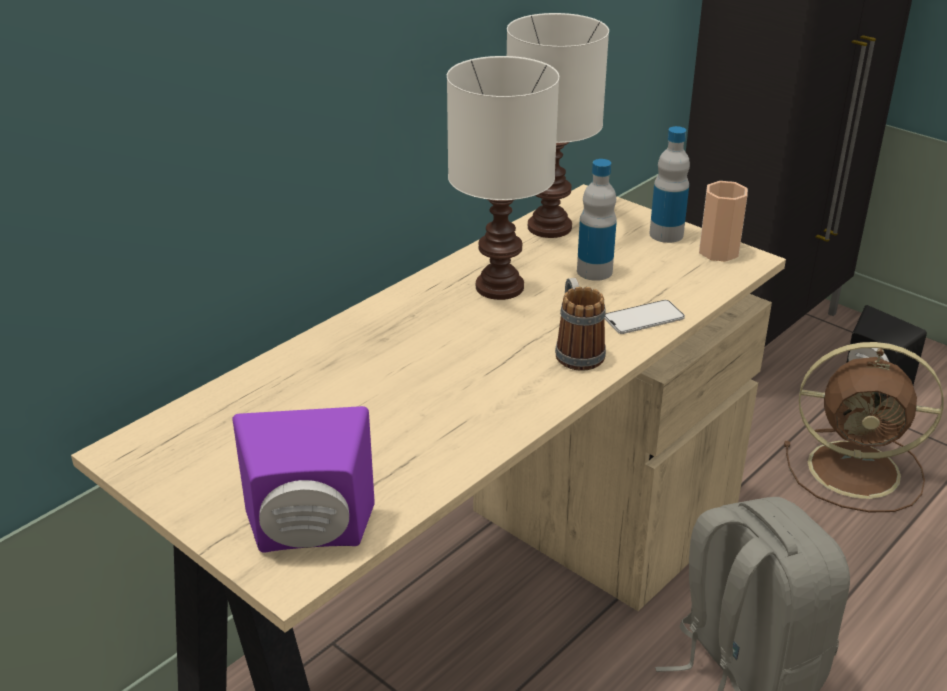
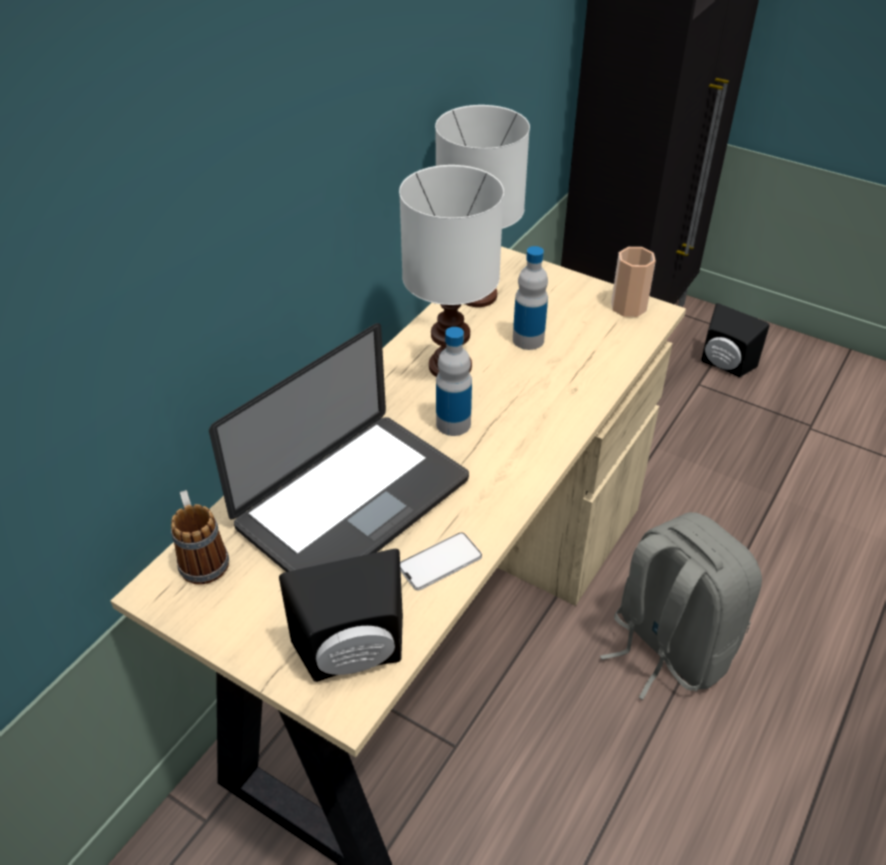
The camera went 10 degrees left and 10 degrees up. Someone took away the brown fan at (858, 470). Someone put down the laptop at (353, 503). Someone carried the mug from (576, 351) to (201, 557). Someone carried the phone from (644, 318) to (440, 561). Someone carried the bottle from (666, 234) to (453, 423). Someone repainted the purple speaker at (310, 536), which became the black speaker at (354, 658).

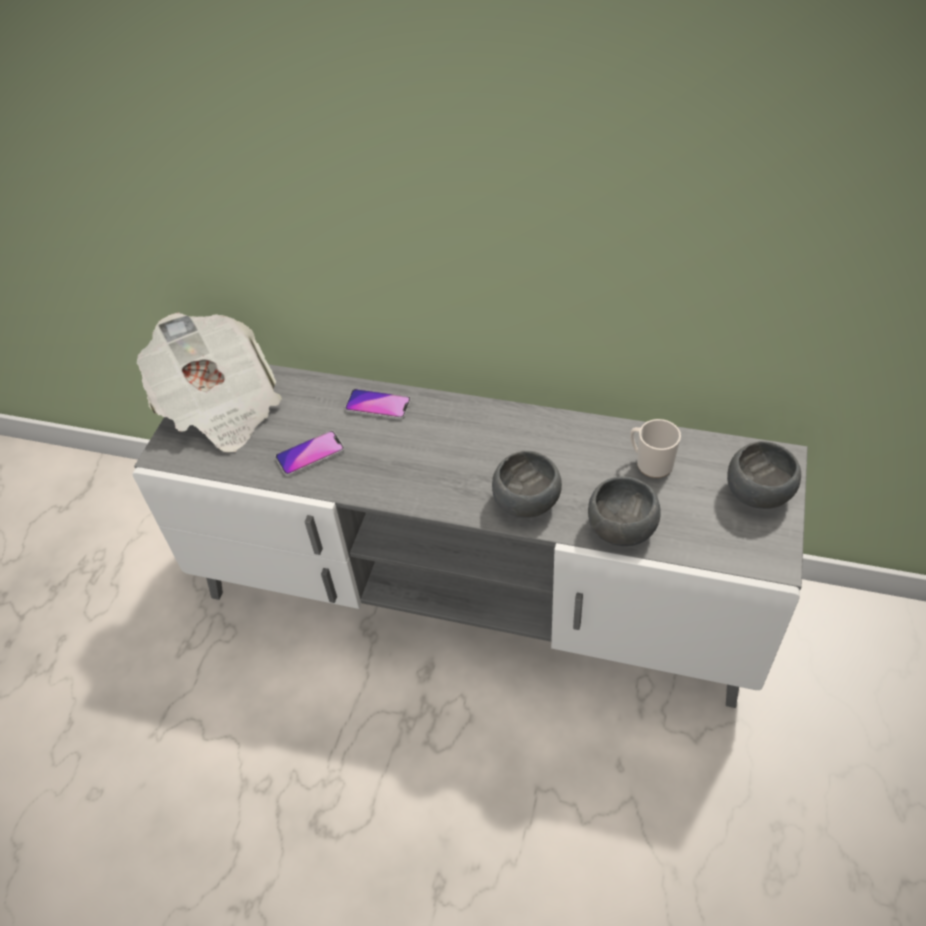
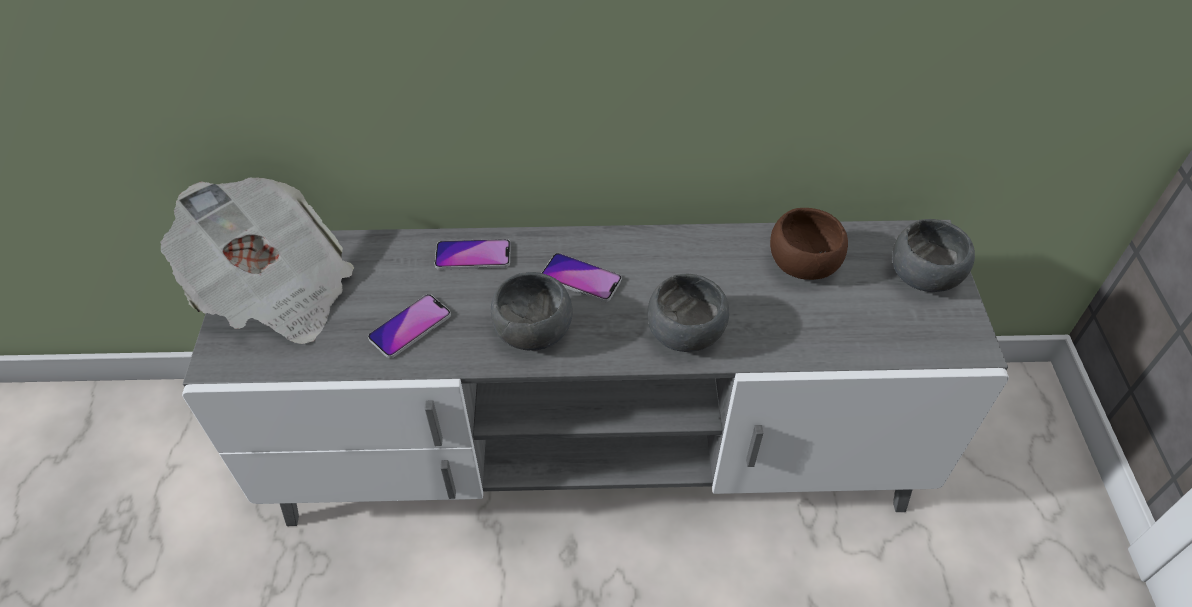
The camera went 20 degrees left and 0 degrees up. Someone put down the phone at (581, 278). Someone carried the grey bowl from (620, 527) to (531, 330). Someone swapped the mug at (650, 463) for the brown bowl at (801, 265).

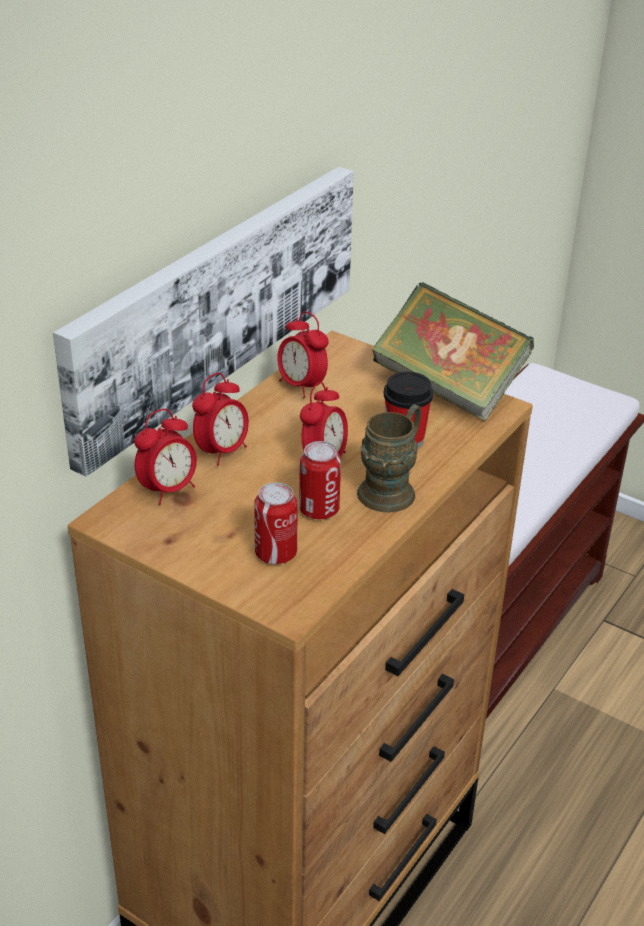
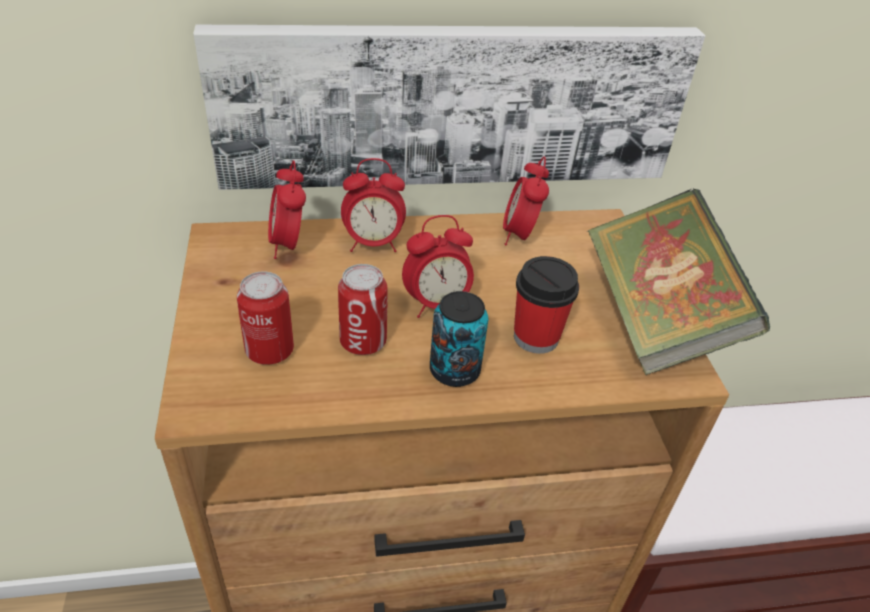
The camera went 45 degrees right and 5 degrees up. Someone swapped the brown mug at (392, 488) for the can at (454, 371). Someone rotated the alarm clock at (168, 490) by 75 degrees clockwise.

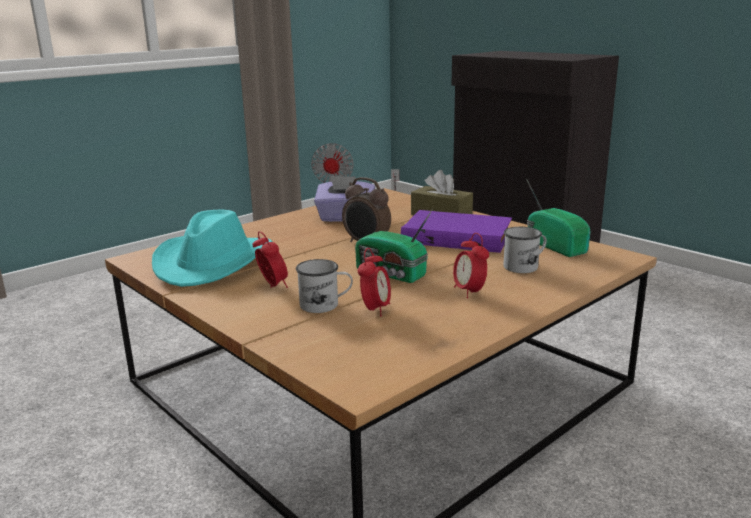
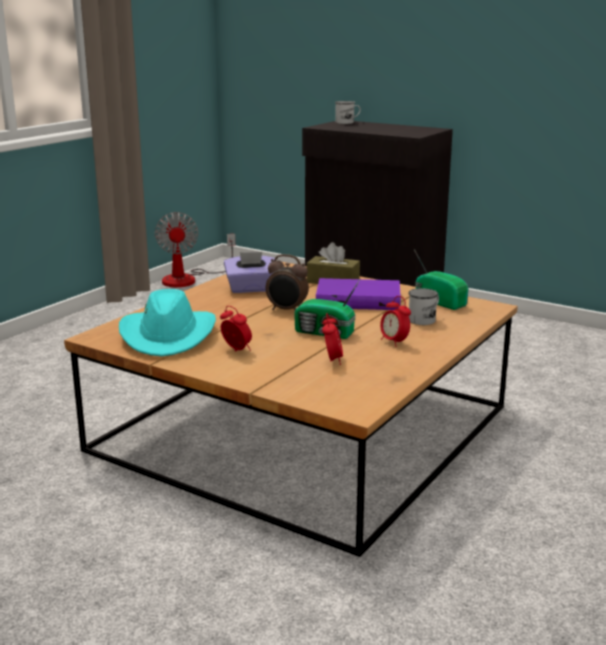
The camera went 15 degrees left and 0 degrees up. Someone carried the white mug from (325, 305) to (347, 122).

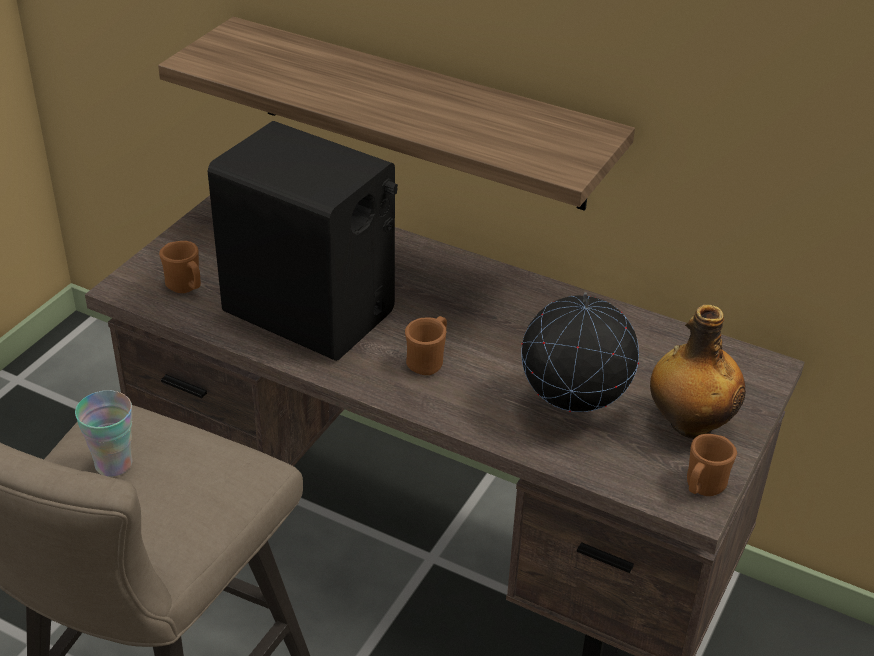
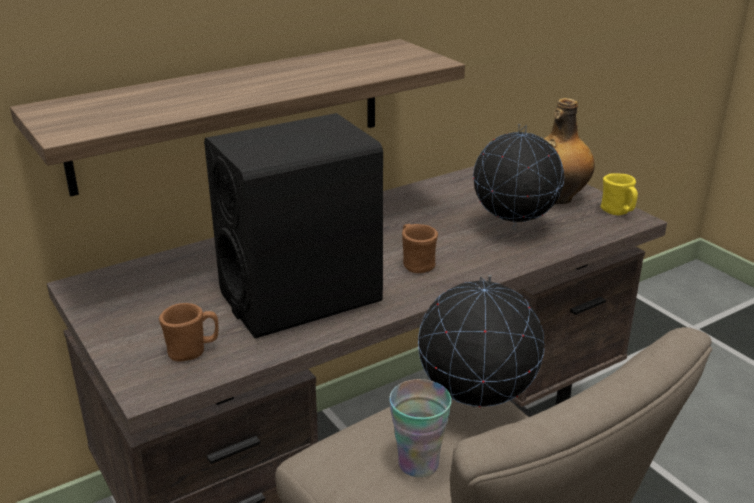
The camera went 60 degrees left and 10 degrees down. Someone put down the globe at (476, 406). Someone repainted the brown mug at (702, 487), which became the yellow mug at (618, 212).

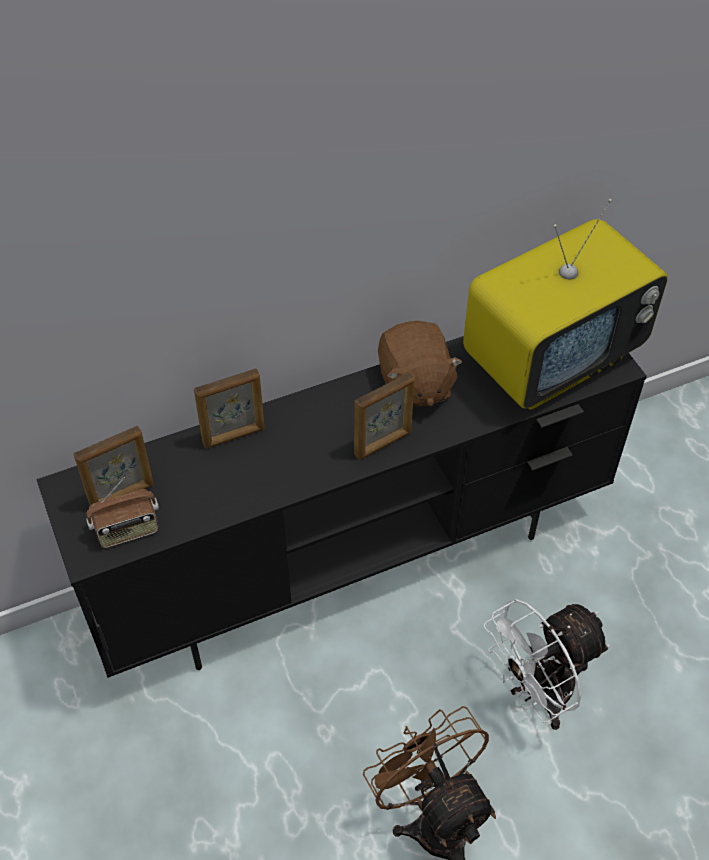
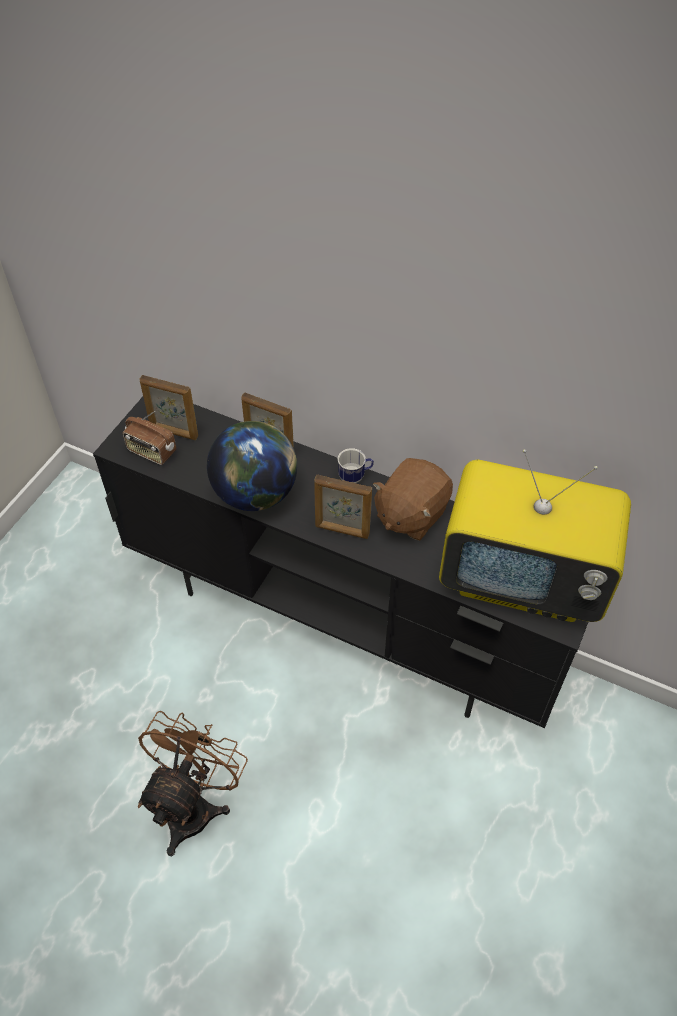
The camera went 50 degrees right and 0 degrees up. Someone took away the white fan at (537, 693). Someone put down the globe at (256, 493). Someone put down the mug at (355, 477).

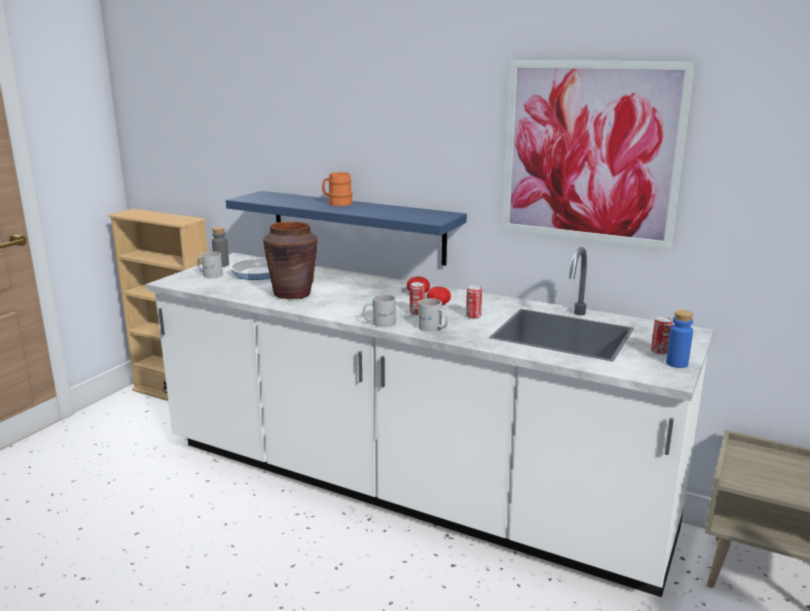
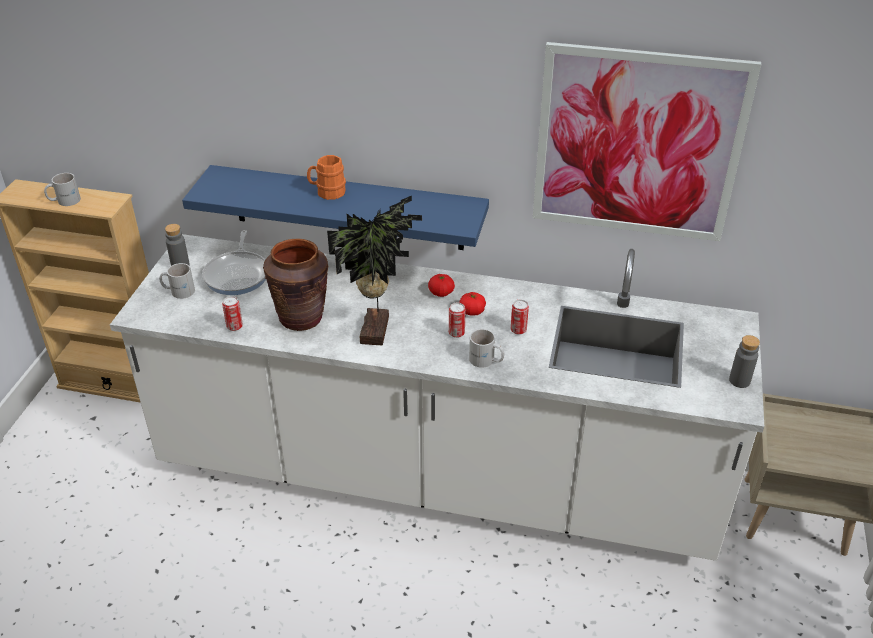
The camera went 15 degrees left and 20 degrees up. Someone put down the potted plant at (378, 330). Someone carried the white mug from (379, 322) to (64, 200). Someone carried the can from (659, 351) to (234, 326). Someone repainted the blue bottle at (676, 363), which became the grey bottle at (739, 381).

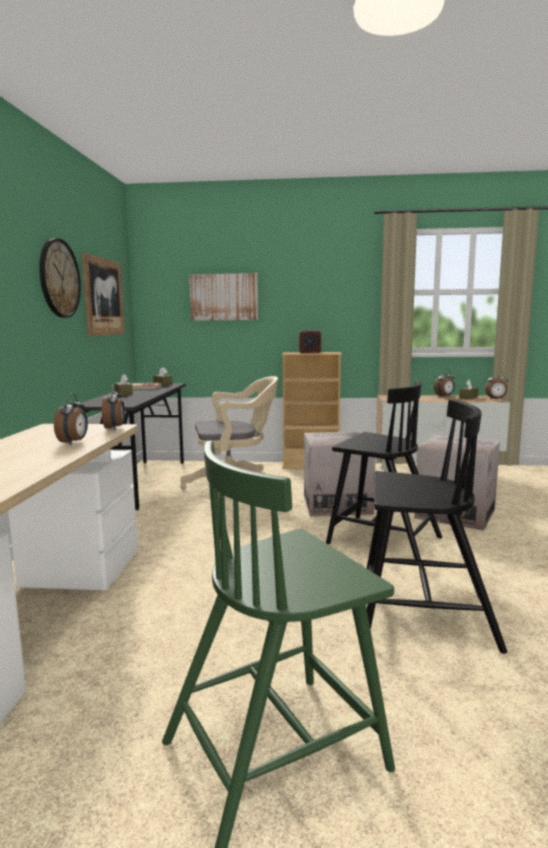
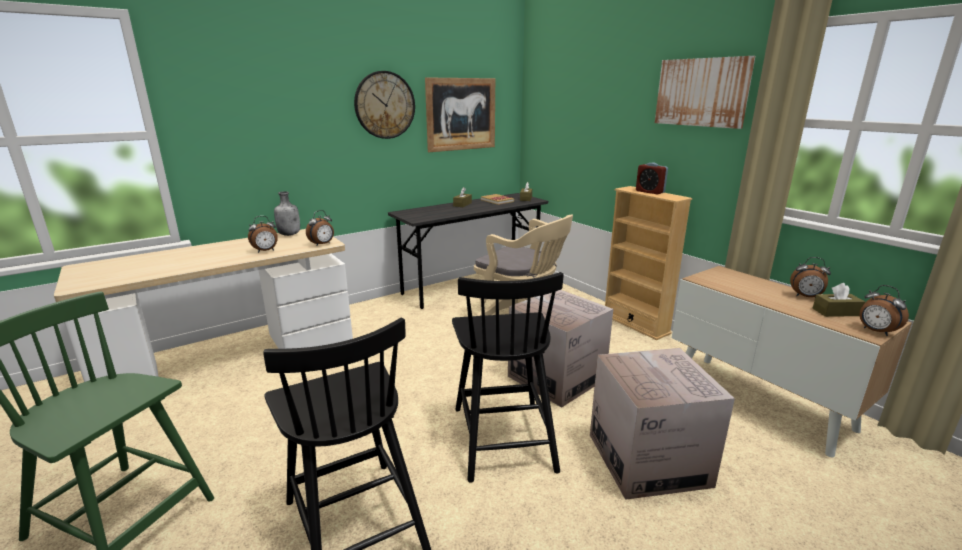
The camera went 50 degrees right and 10 degrees up. Someone put down the grey bottle at (290, 234). Someone carried the picture from (224, 297) to (701, 92).

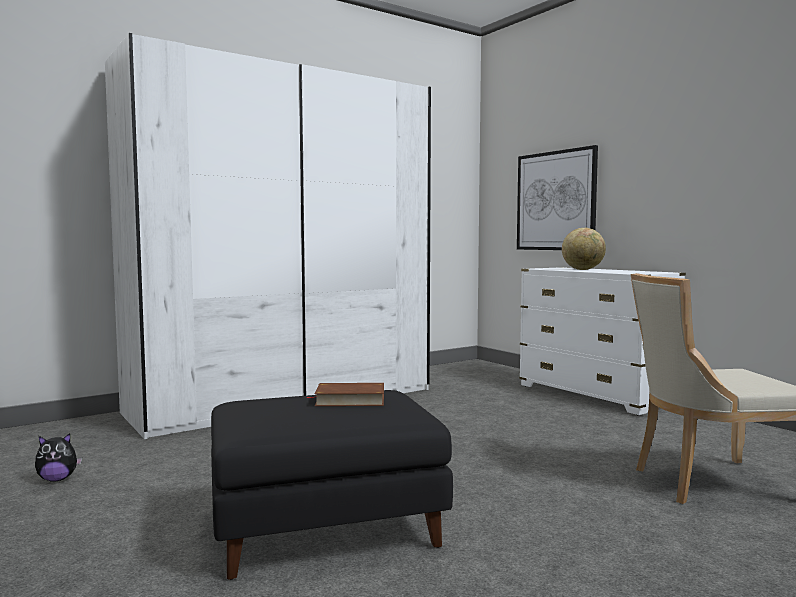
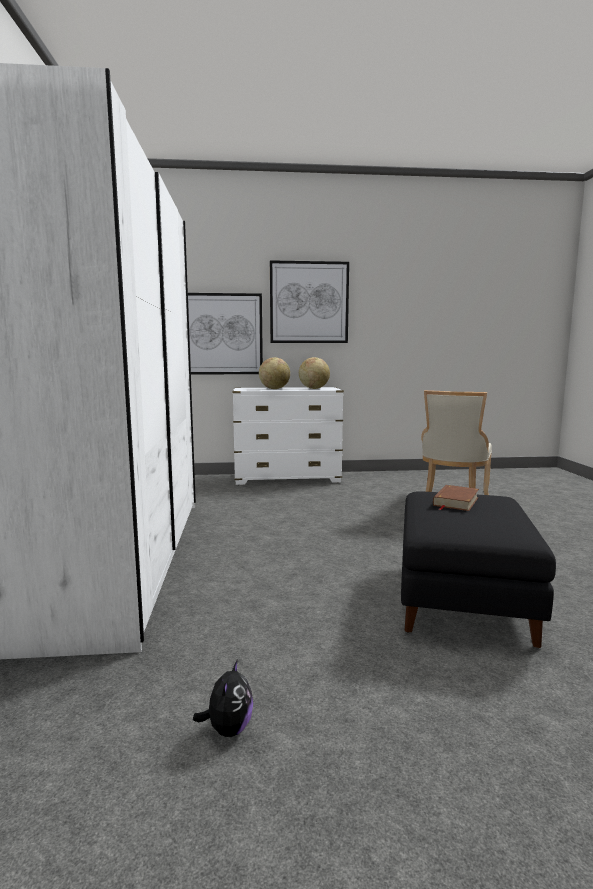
The camera went 60 degrees left and 5 degrees up. Someone put up the picture at (309, 302). Someone put down the globe at (314, 388).

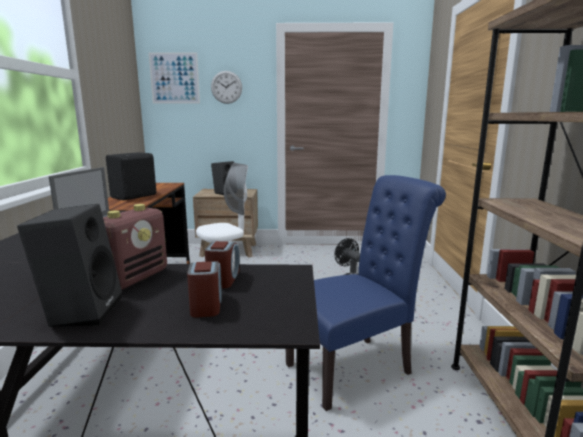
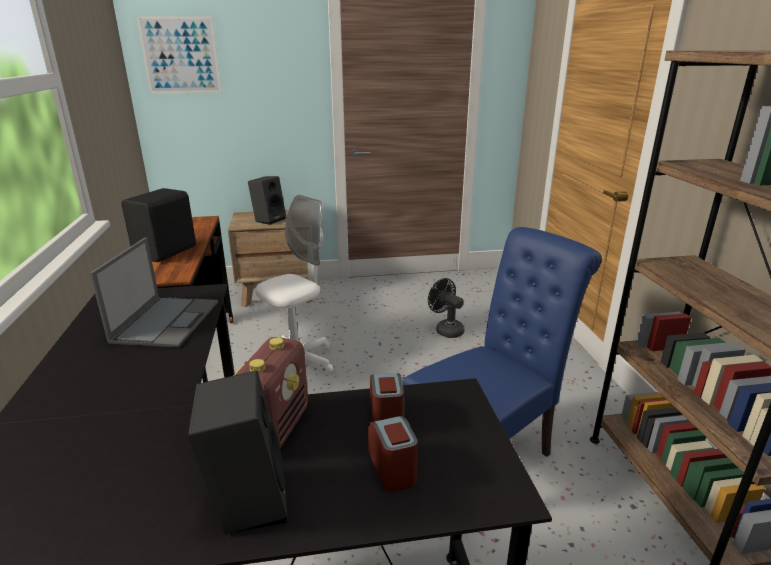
The camera went 10 degrees left and 10 degrees up. Someone took away the wall clock at (226, 87).

